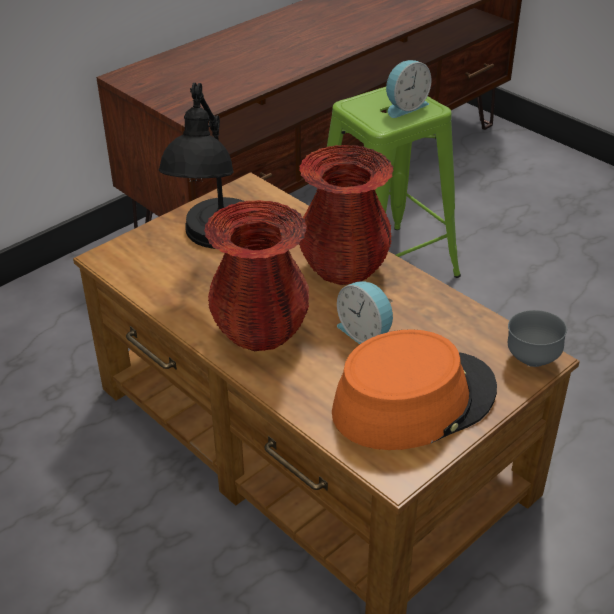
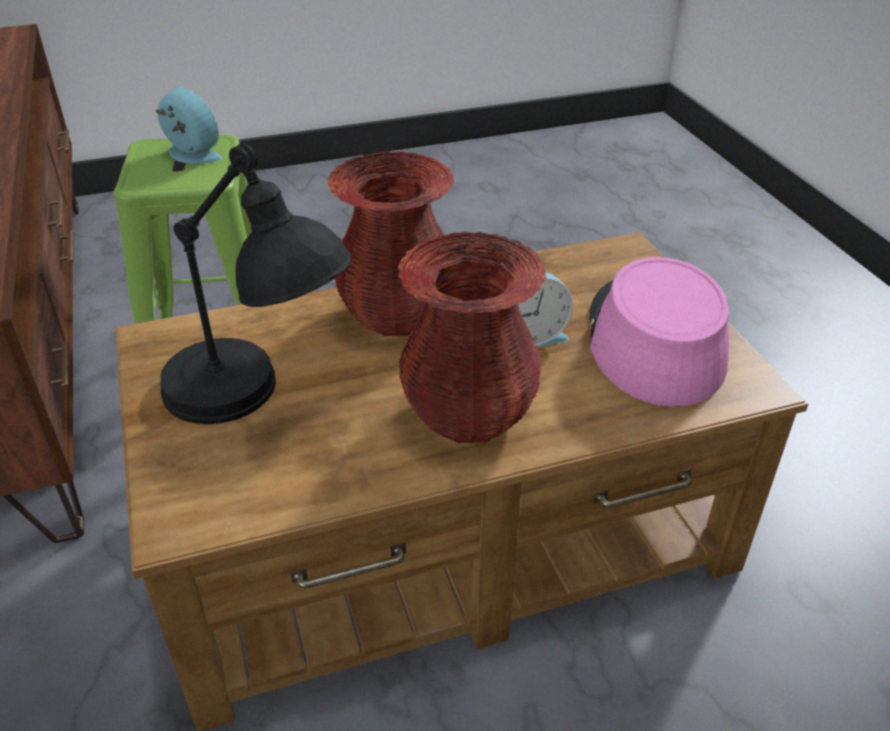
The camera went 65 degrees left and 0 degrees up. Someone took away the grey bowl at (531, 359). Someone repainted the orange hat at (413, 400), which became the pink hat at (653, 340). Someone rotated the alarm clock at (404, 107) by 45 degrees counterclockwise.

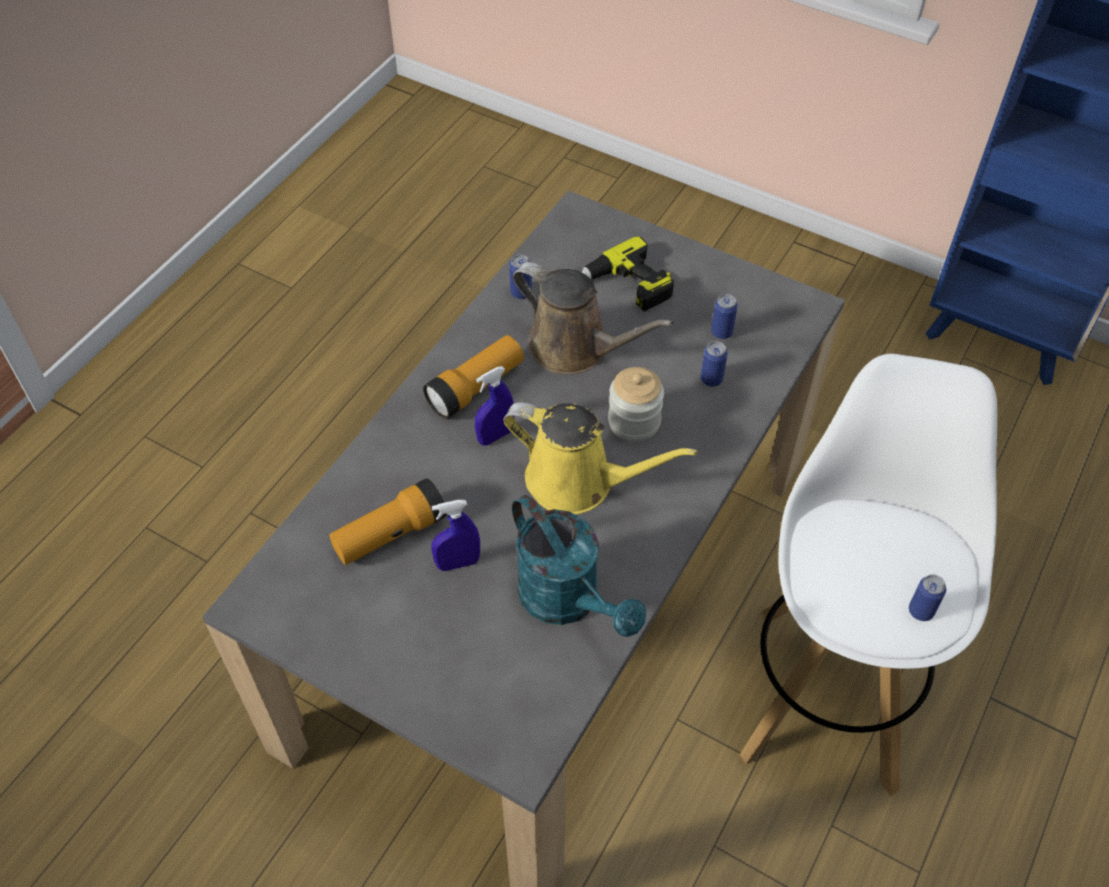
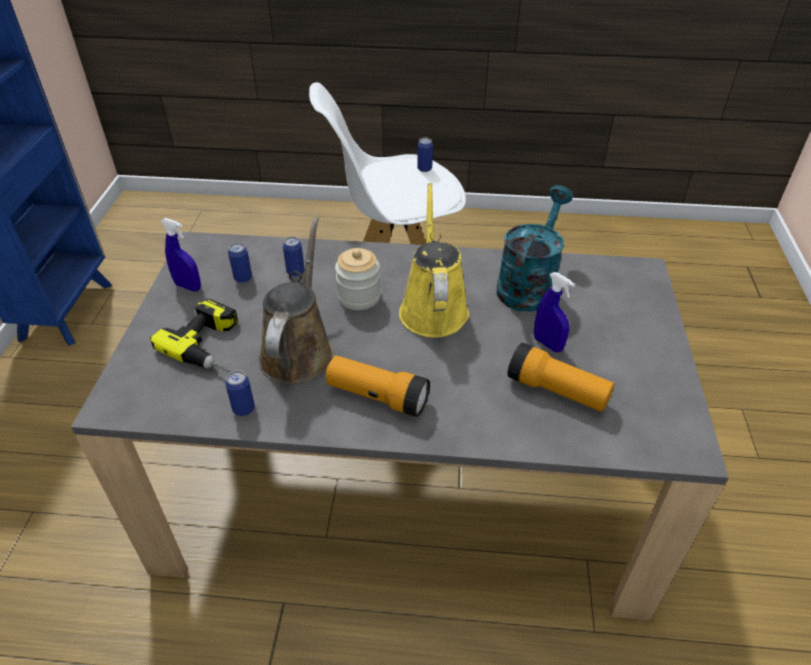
The camera went 115 degrees left and 10 degrees down. Someone carried the blue spray bottle from (495, 436) to (188, 286).

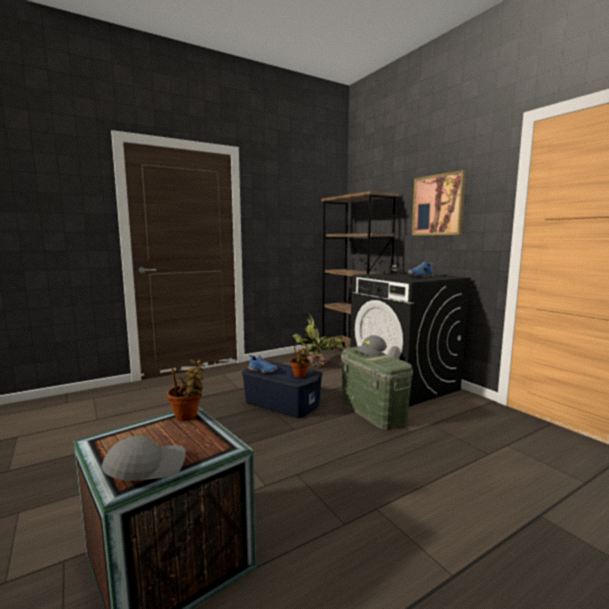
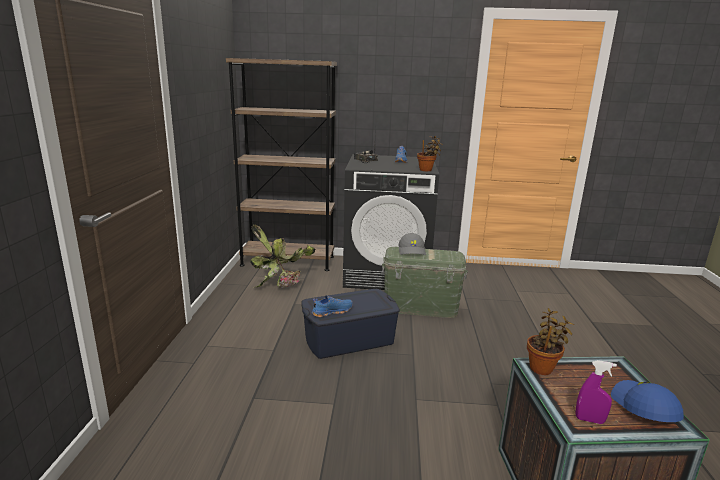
The camera went 55 degrees left and 10 degrees up. Someone took away the picture at (438, 205). Someone put down the purple spray bottle at (589, 420). Someone carried the potted plant from (300, 376) to (427, 170). Someone repainted the grey cap at (146, 468), which became the blue cap at (643, 408).

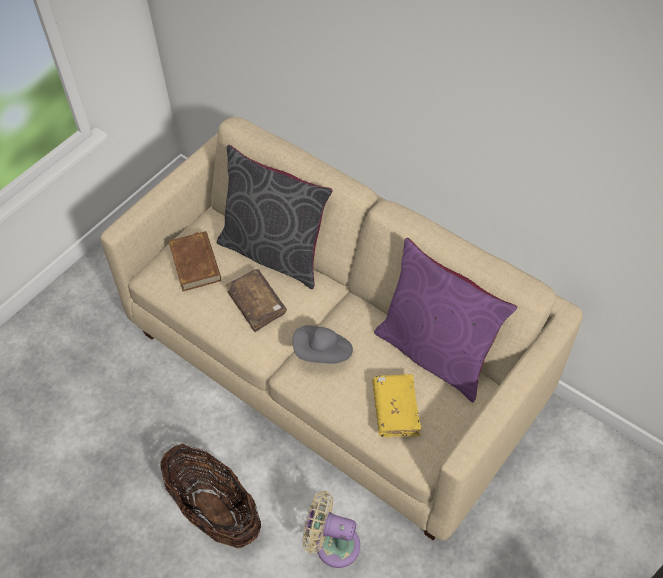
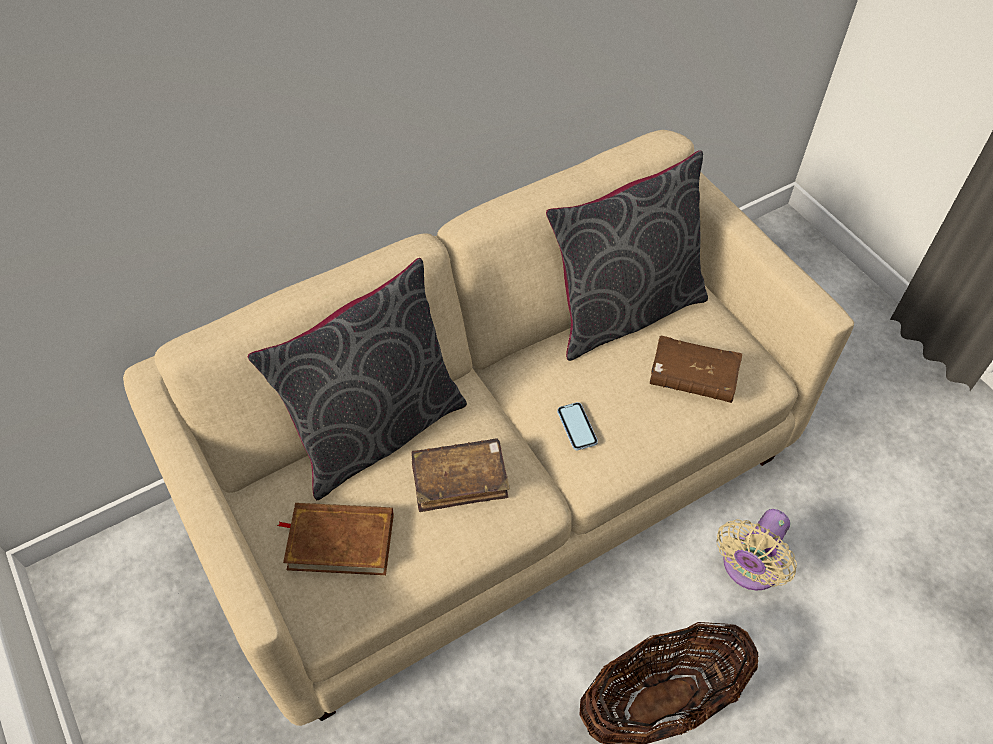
The camera went 70 degrees left and 0 degrees up. Someone swapped the grey hat at (323, 353) for the phone at (577, 427). Someone repainted the yellow book at (395, 410), which became the brown book at (692, 377). Someone repainted the purple pillow at (435, 353), which became the grey pillow at (624, 310).

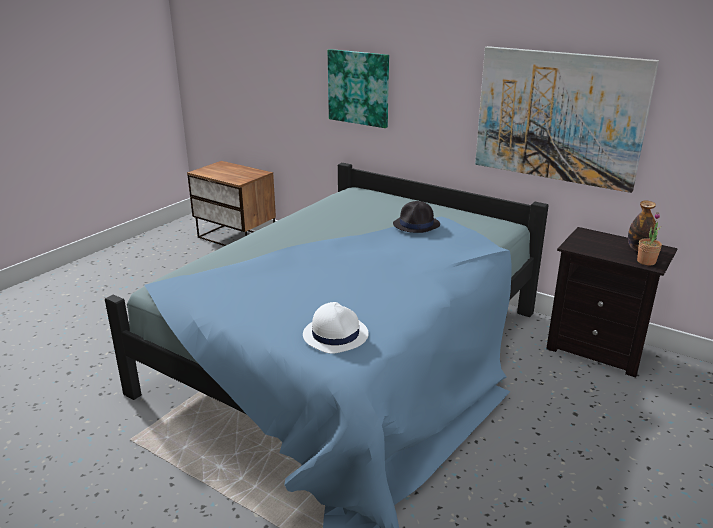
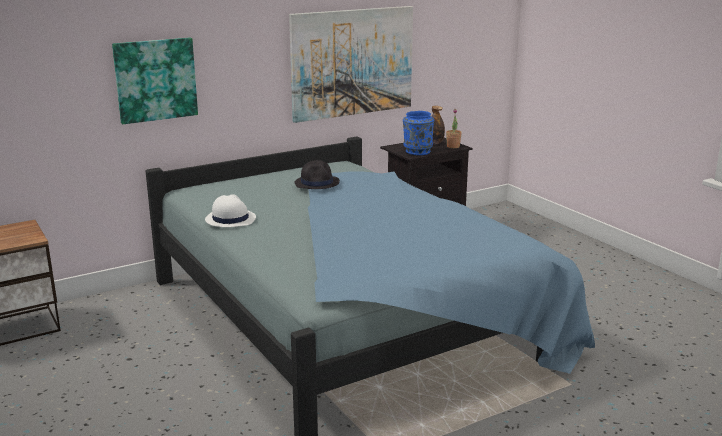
The camera went 65 degrees left and 5 degrees down. Someone put down the blue vase at (417, 152). Someone carried the white hat from (335, 334) to (230, 219).

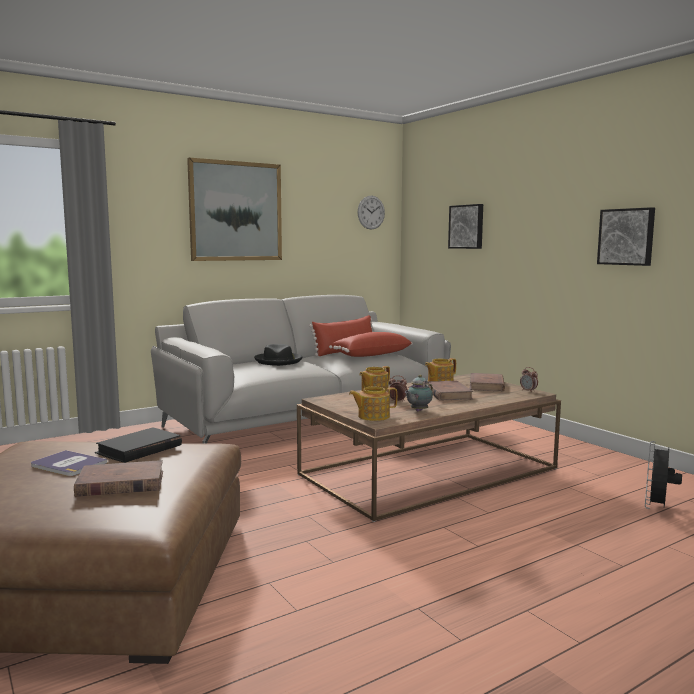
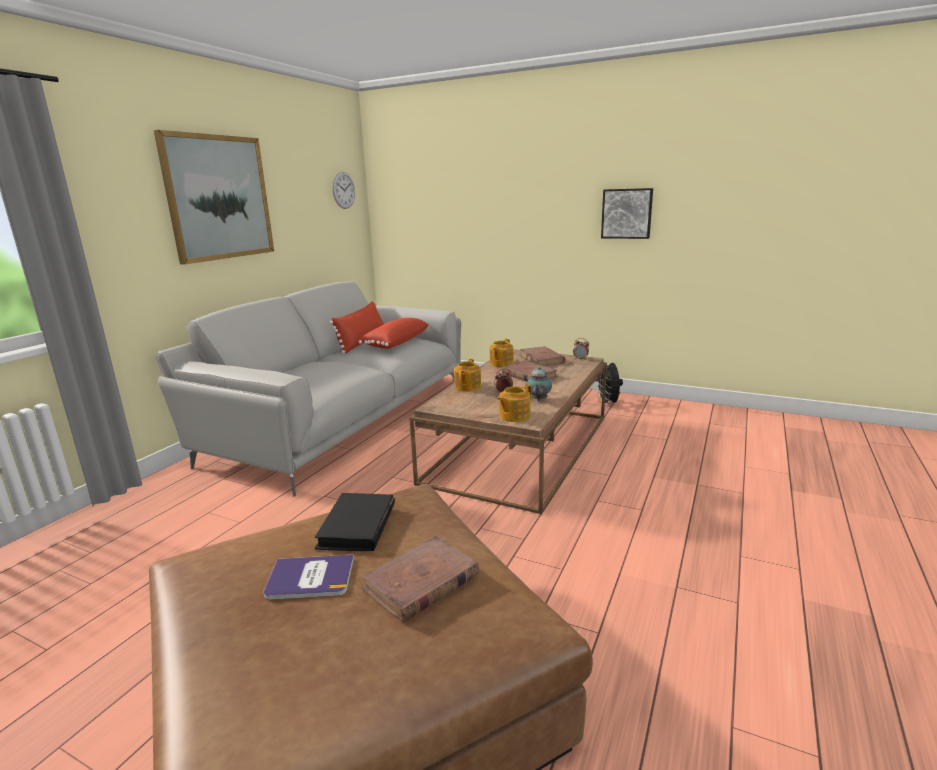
The camera went 30 degrees left and 10 degrees up. Someone took away the black hat at (278, 361). Someone took away the picture at (467, 226). Someone carried the black fan from (657, 508) to (607, 404).

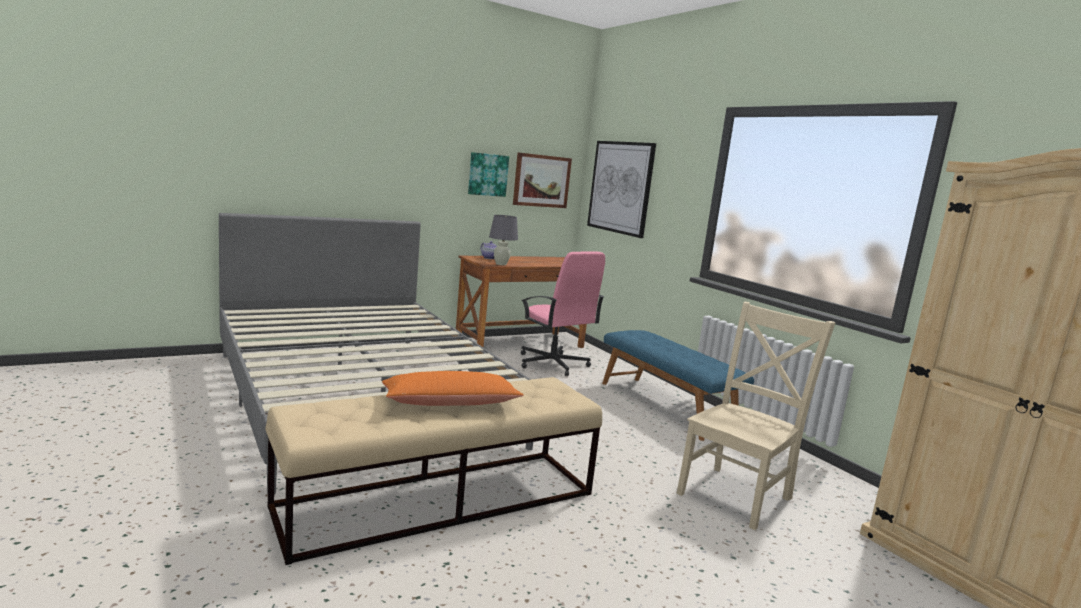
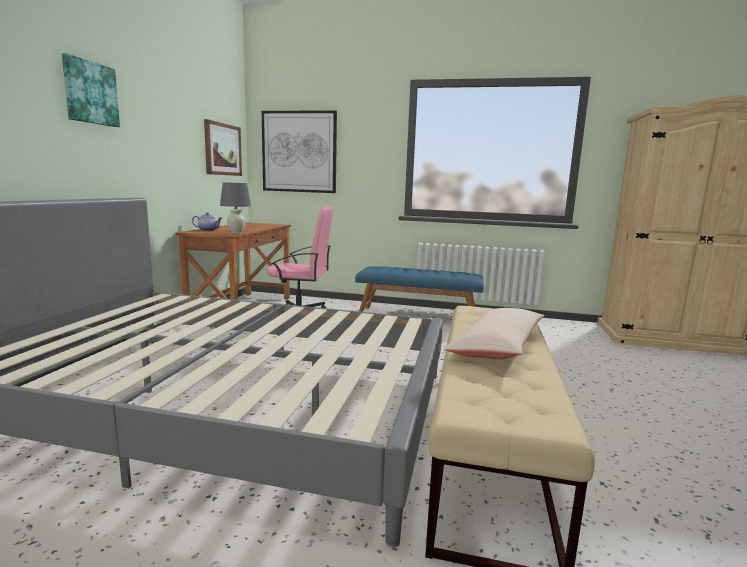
The camera went 45 degrees left and 0 degrees up. Someone took away the beige chair at (737, 494). Someone carried the picture from (487, 174) to (90, 93). Someone repainted the orange pillow at (450, 403), which became the beige pillow at (497, 346).

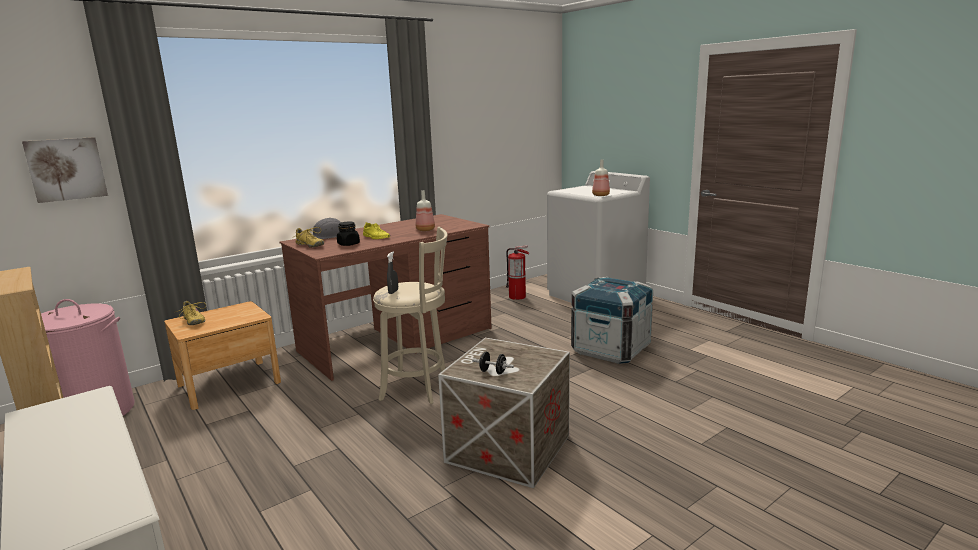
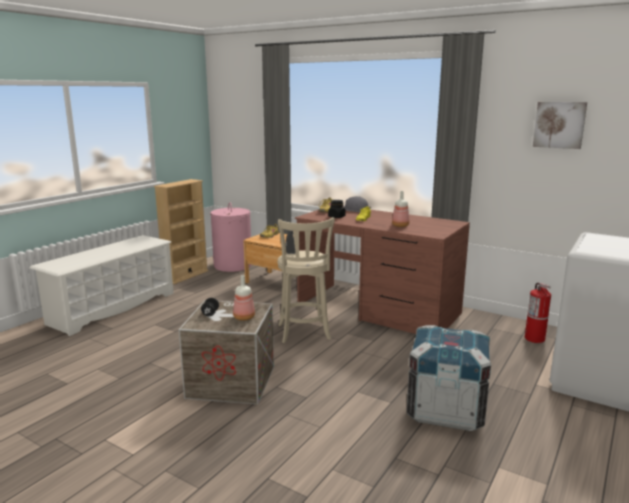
The camera went 70 degrees right and 0 degrees up. Someone carried the picture from (66, 169) to (559, 125). Someone carried the bottle from (600, 195) to (243, 318).

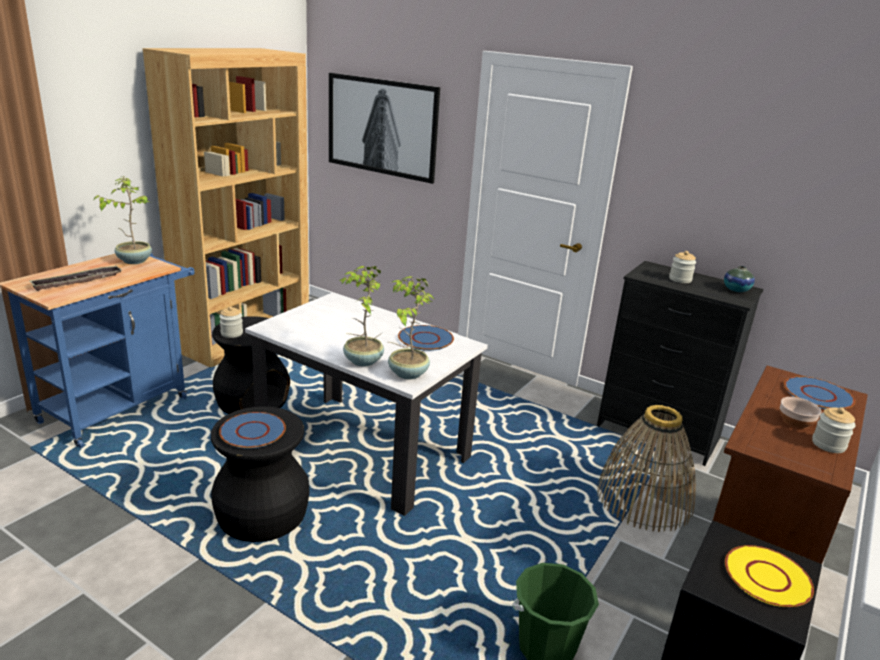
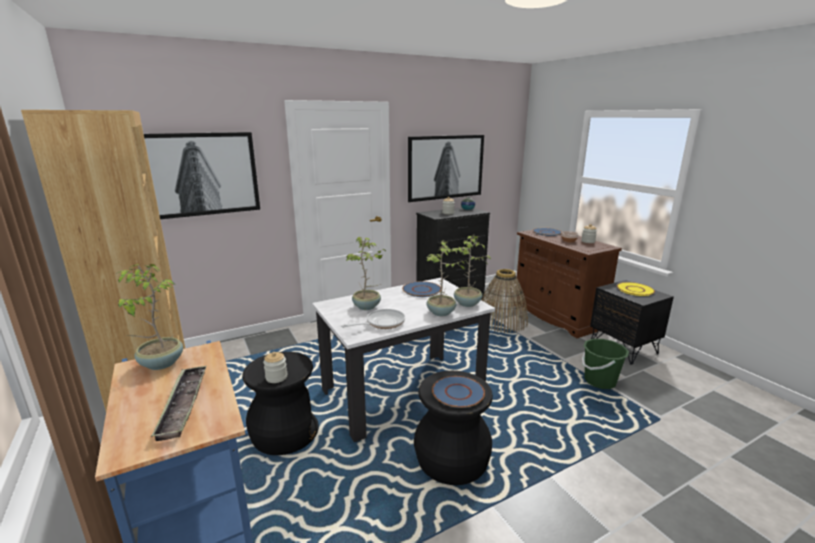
The camera went 60 degrees left and 5 degrees down. Someone put down the frying pan at (382, 323). Someone put down the potted plant at (367, 307). Someone put up the picture at (445, 167).

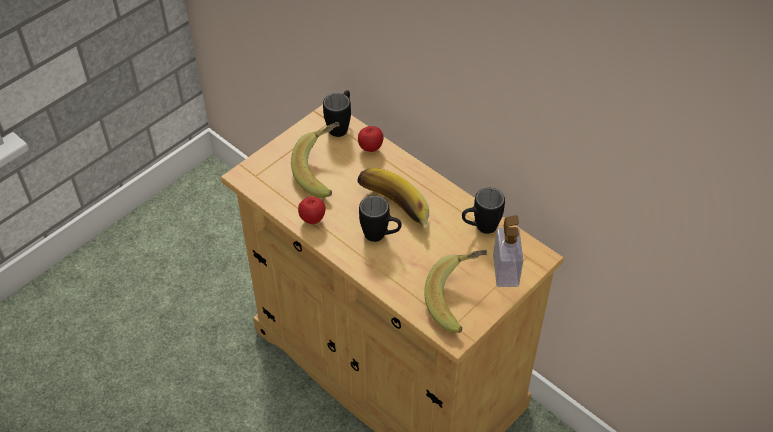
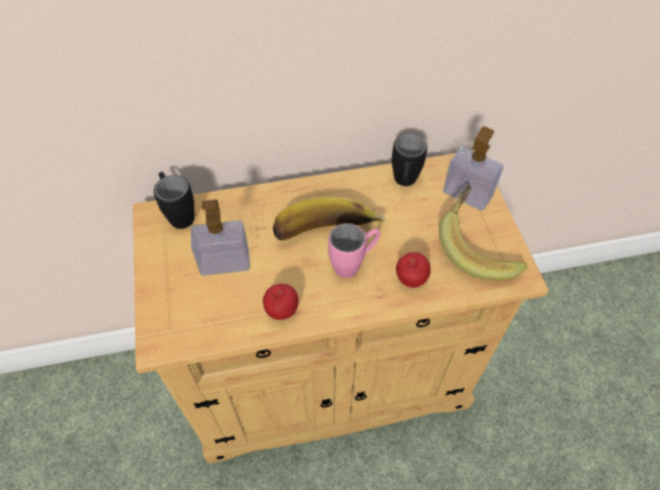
The camera went 55 degrees left and 5 degrees up. Someone carried the apple from (370, 148) to (410, 280). Someone swapped the banana at (324, 171) for the soap dispenser at (225, 263). Someone repainted the black mug at (381, 236), which became the pink mug at (354, 264).

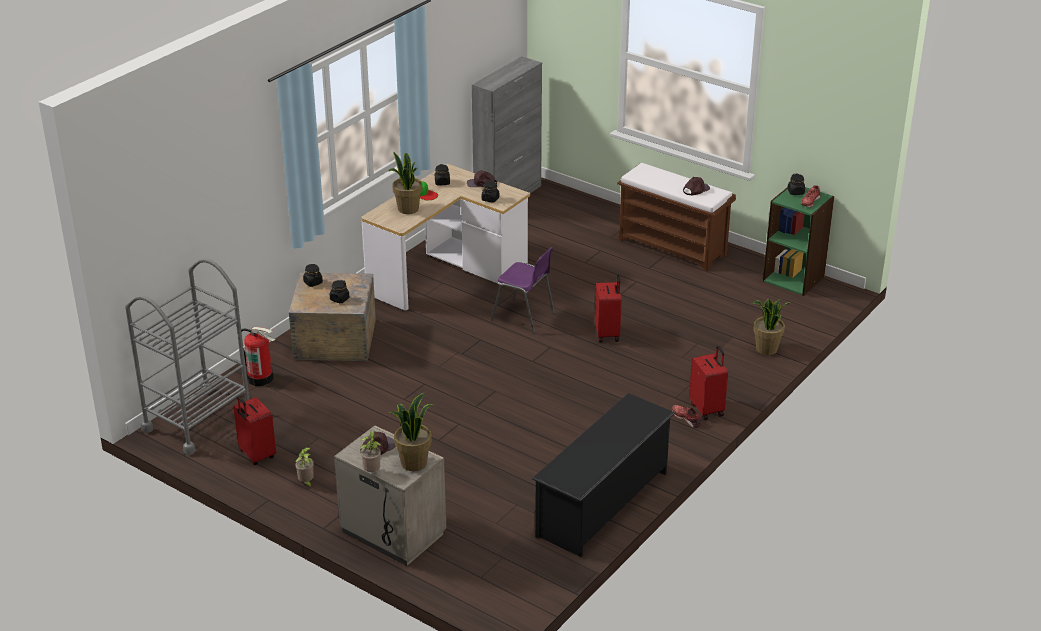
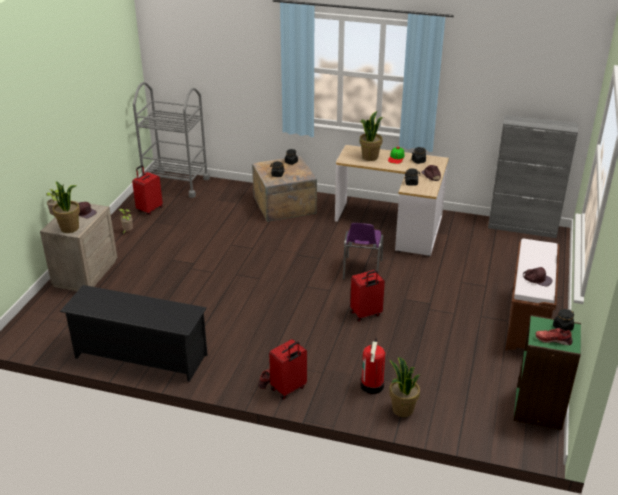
The camera went 70 degrees right and 0 degrees up. Someone carried the fire extinguisher from (261, 378) to (372, 385).

